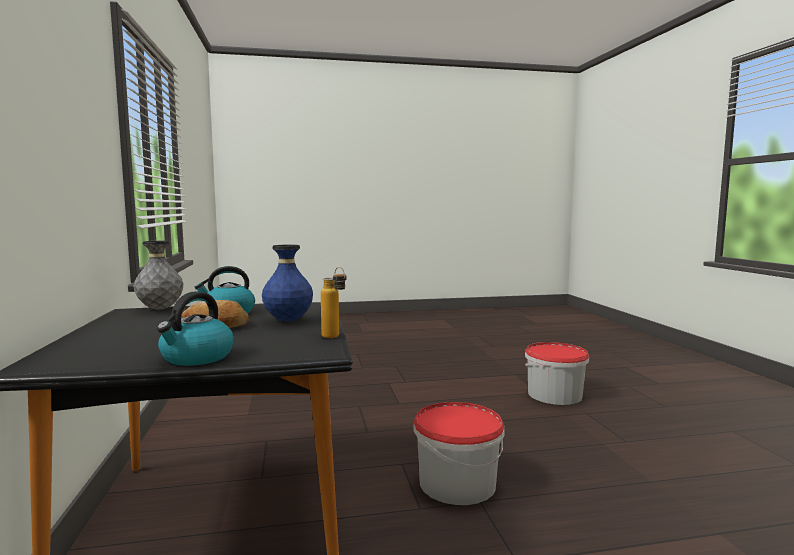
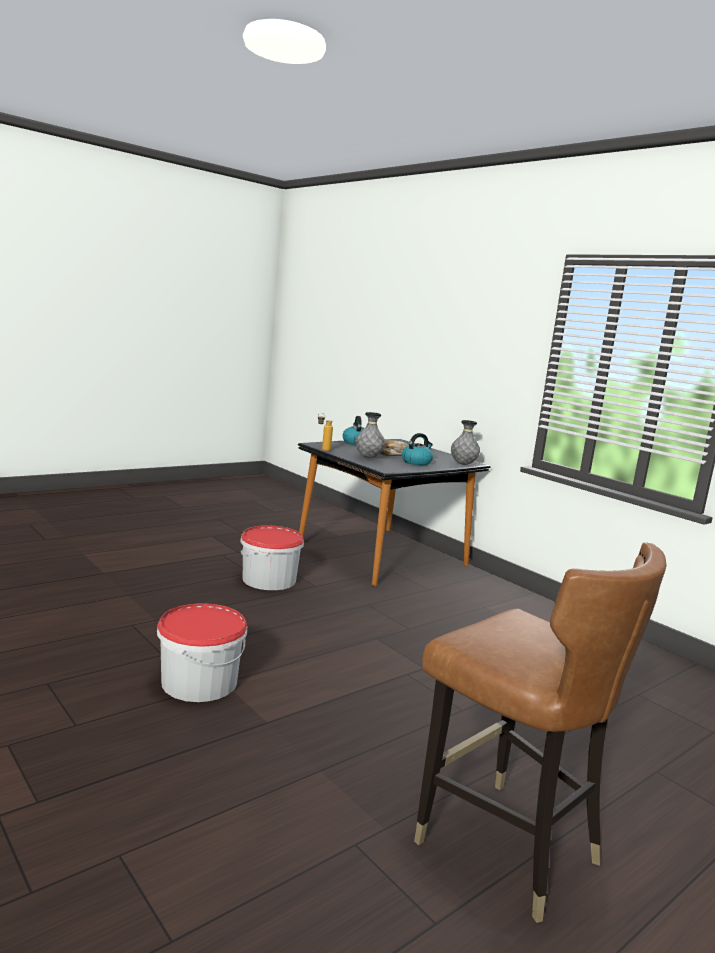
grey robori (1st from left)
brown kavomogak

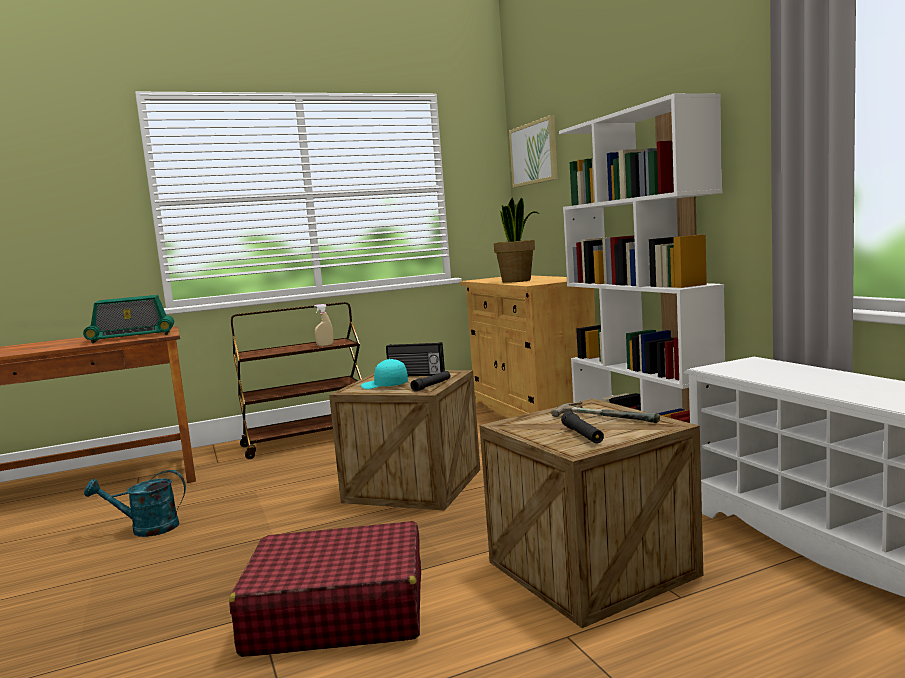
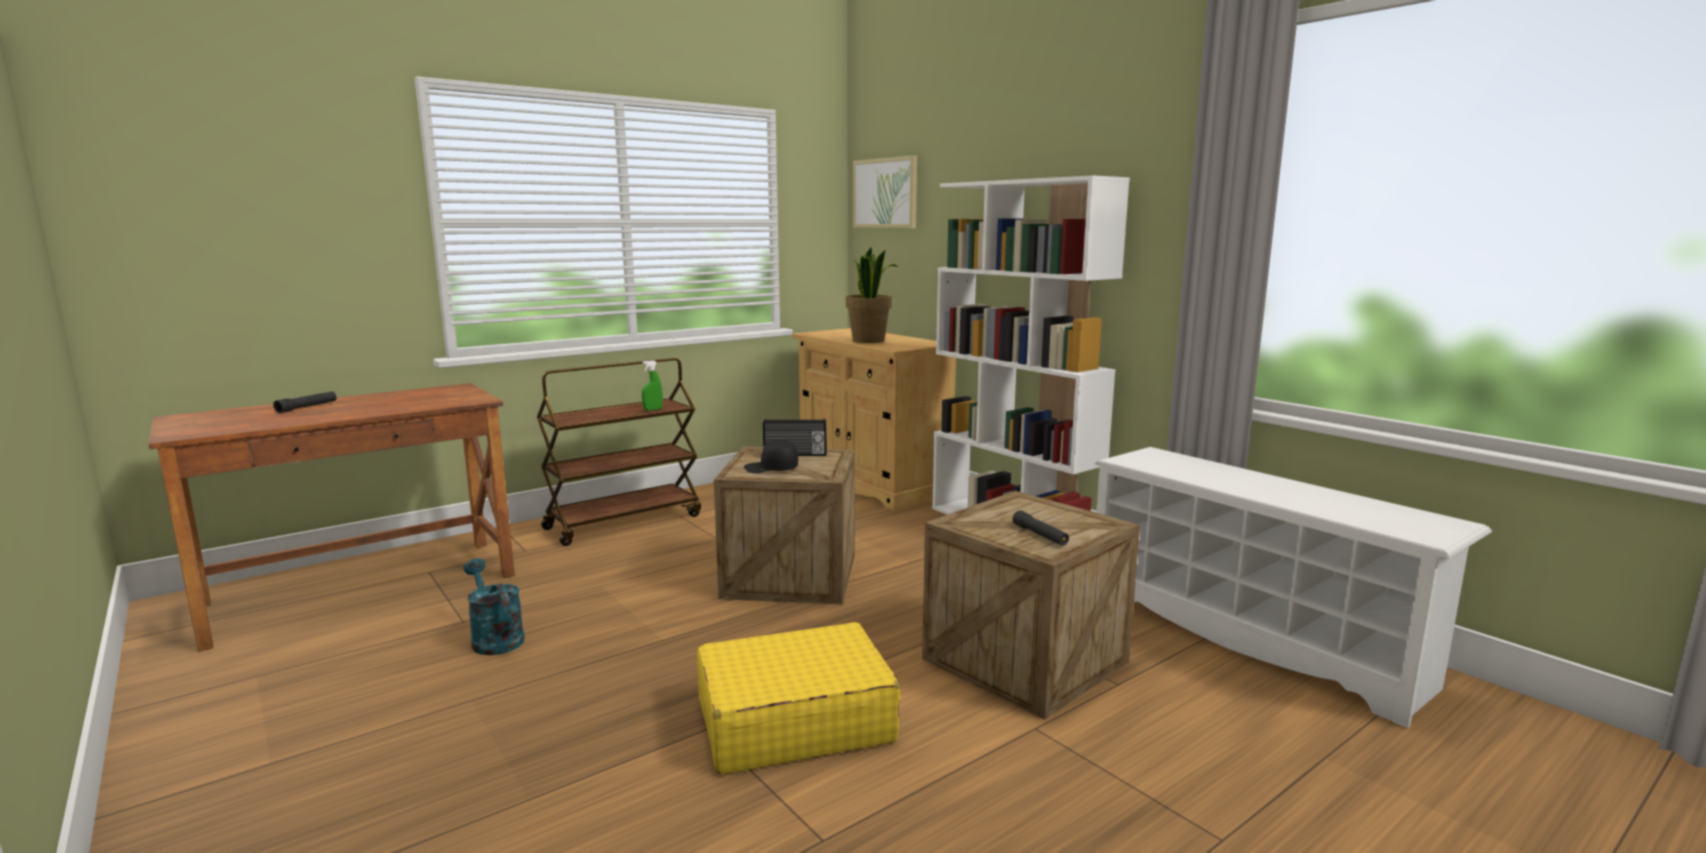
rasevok (1st from left in the first image)
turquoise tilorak
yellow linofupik
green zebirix
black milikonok
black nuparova (1st from left)
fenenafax

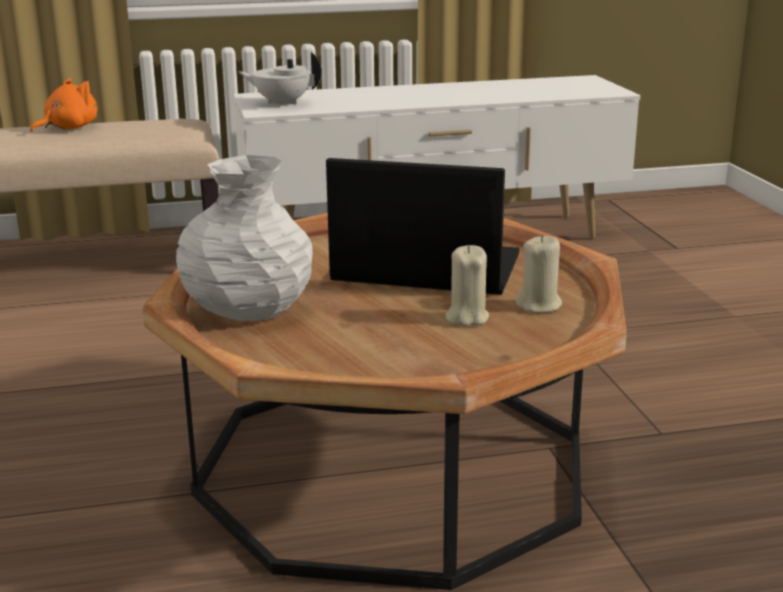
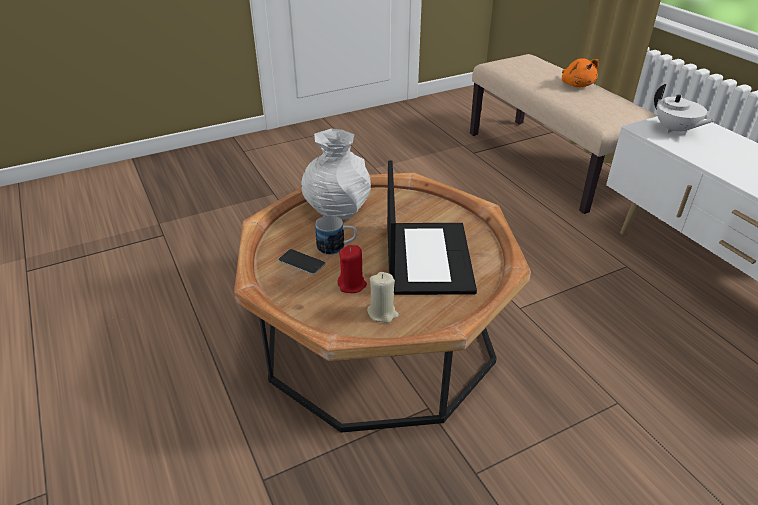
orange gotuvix
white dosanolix
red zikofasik
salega
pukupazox

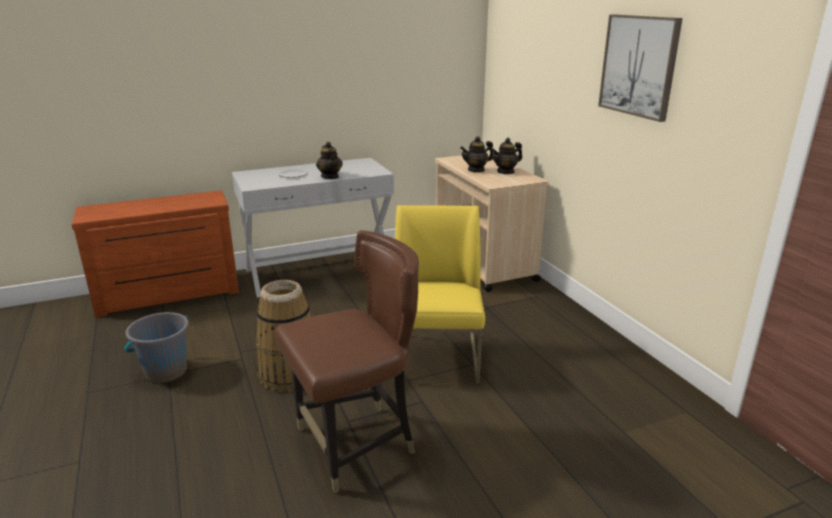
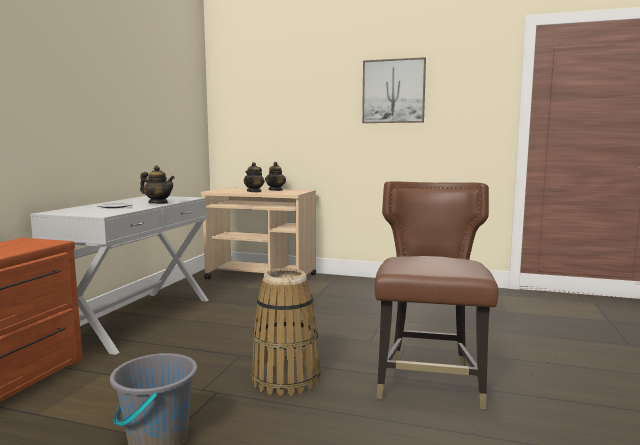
yellow kavomogak

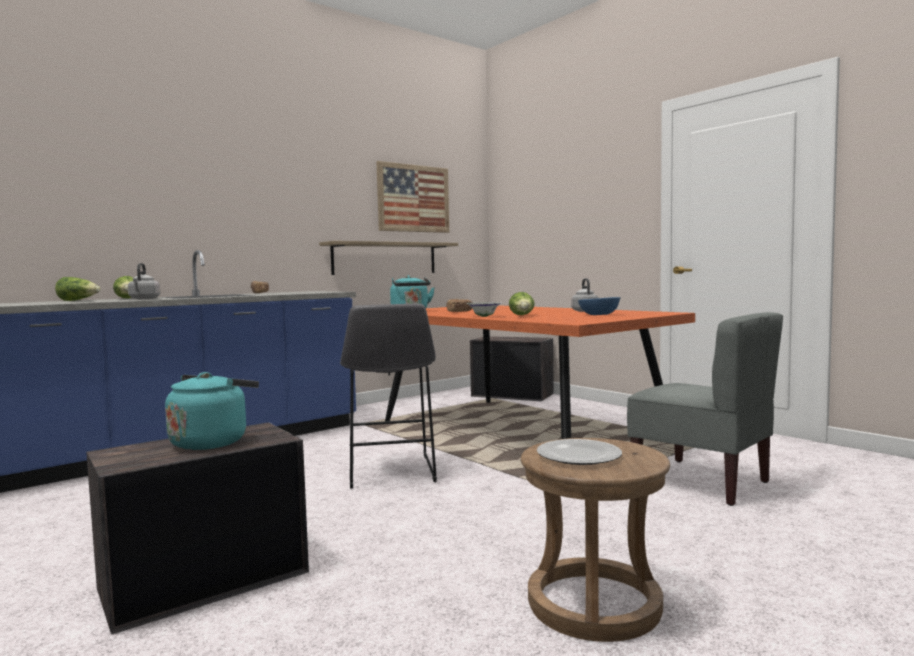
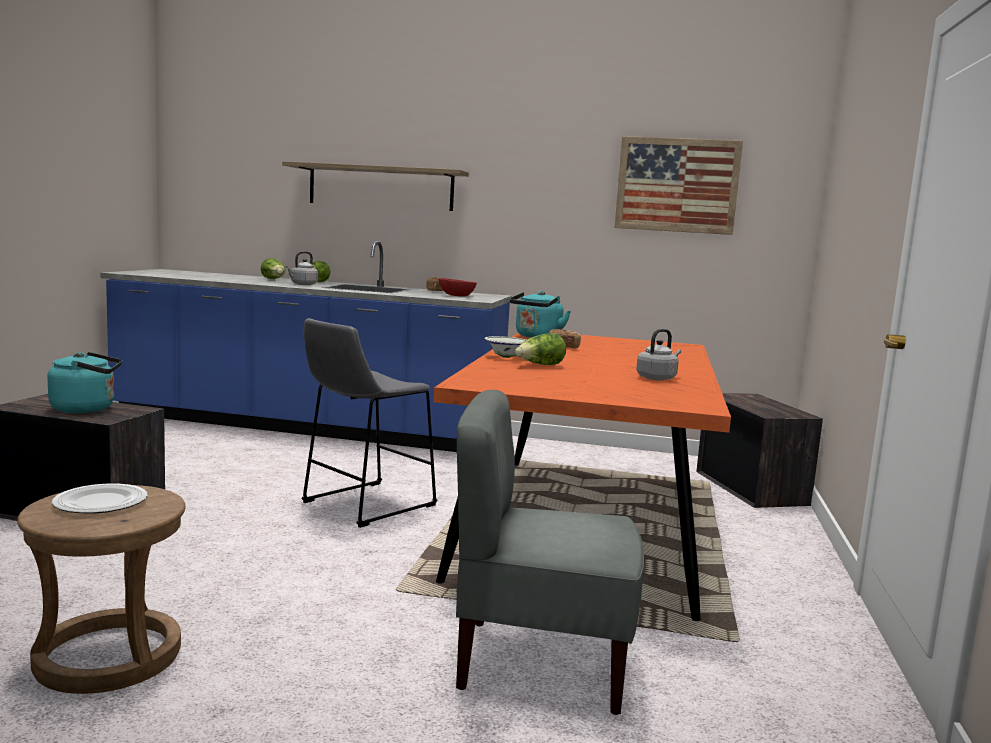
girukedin
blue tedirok
grey kavomogak
red tedirok

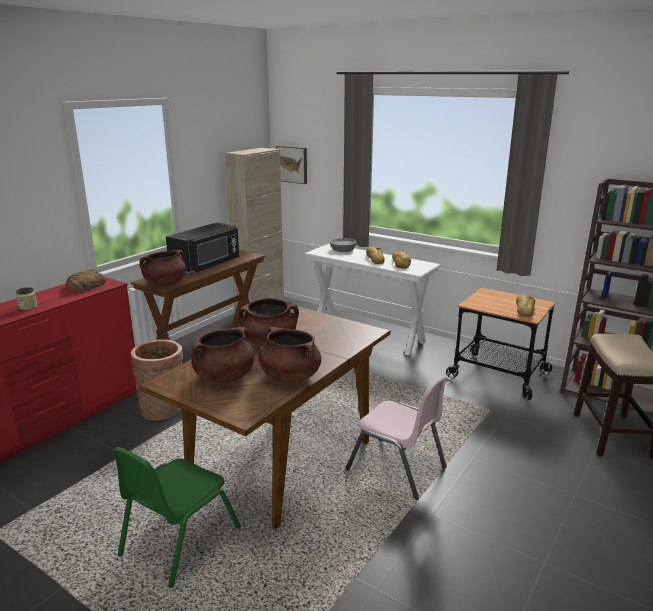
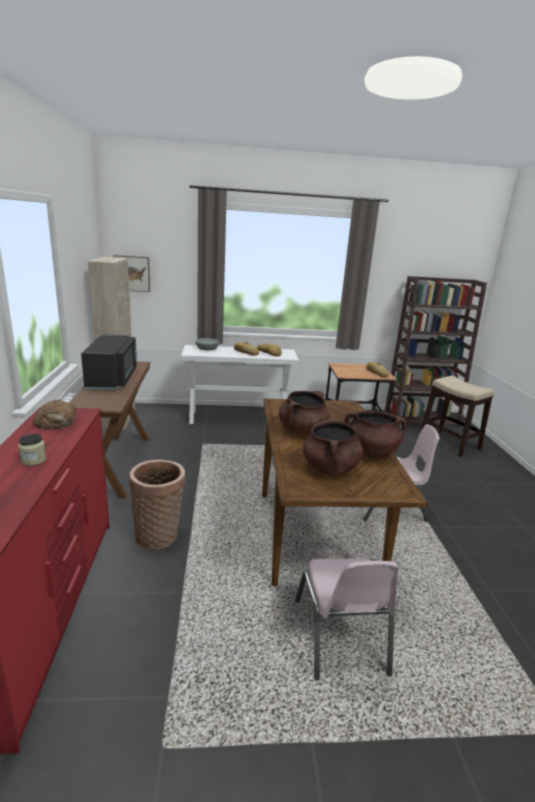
pink kavomogak (1st from left)
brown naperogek (1st from left in the first image)

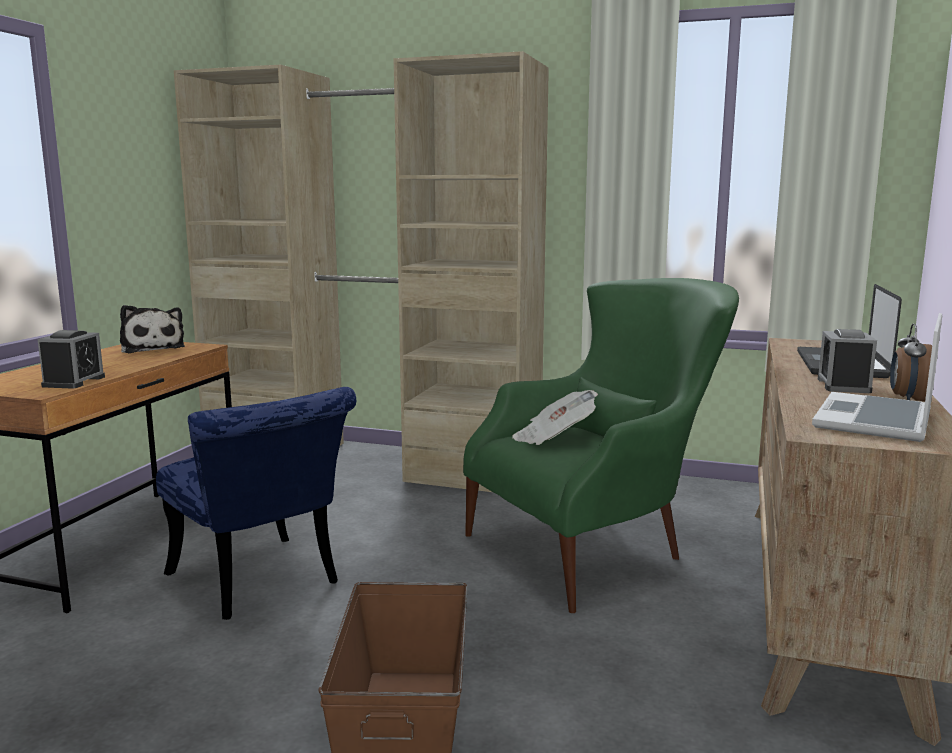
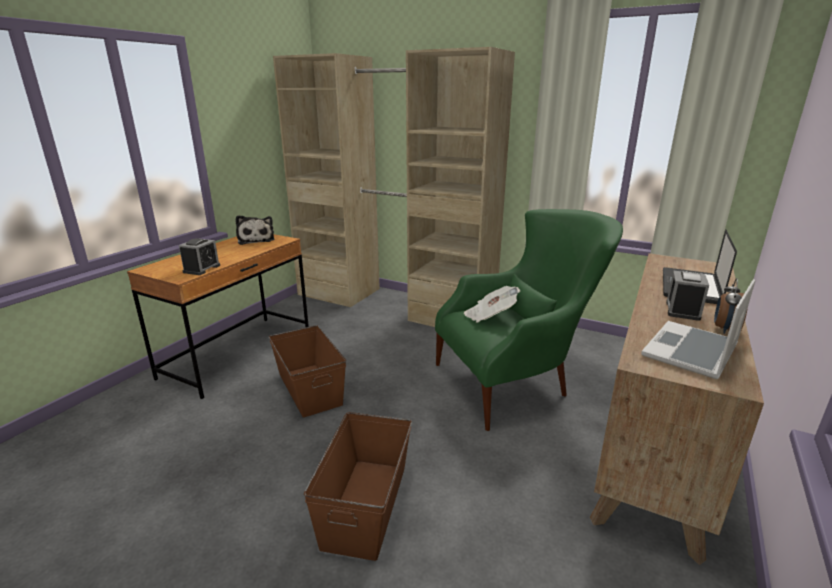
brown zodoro (1st from left)

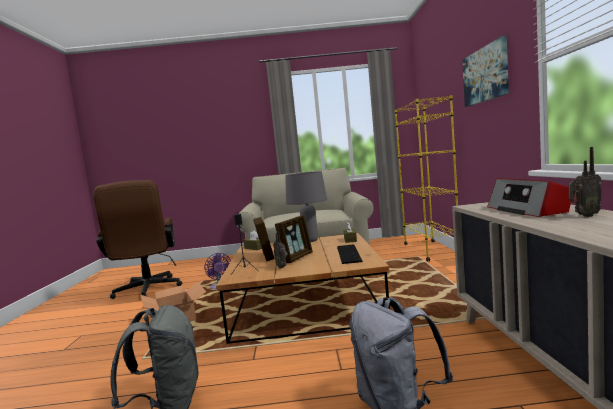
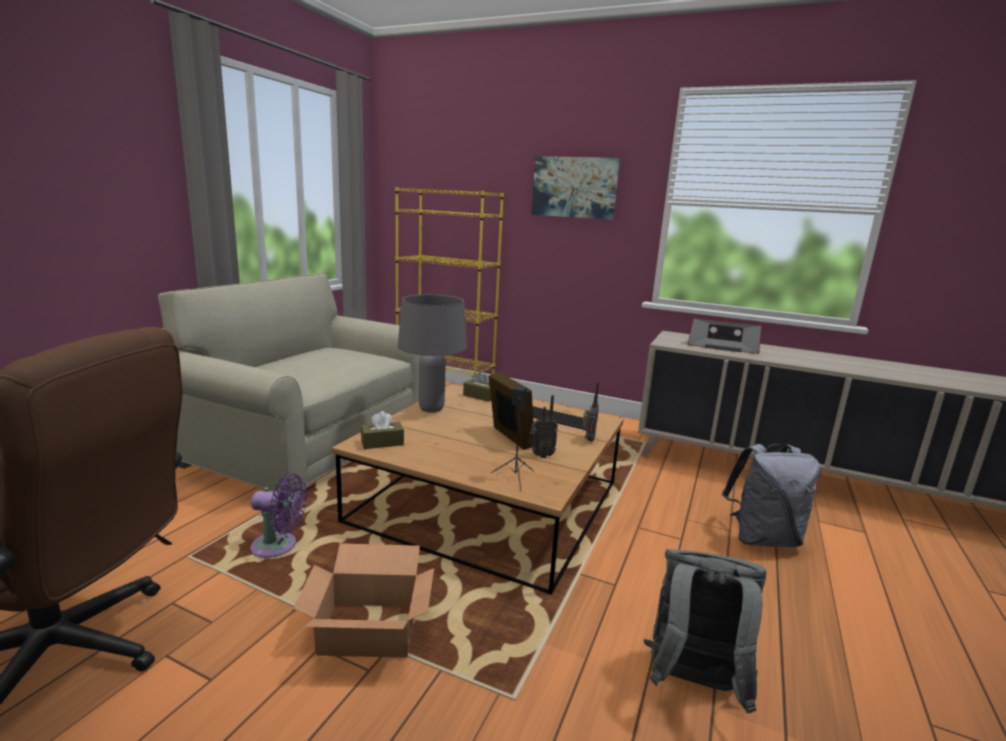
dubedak (1st from left in the first image)
rasevok (2nd from left)

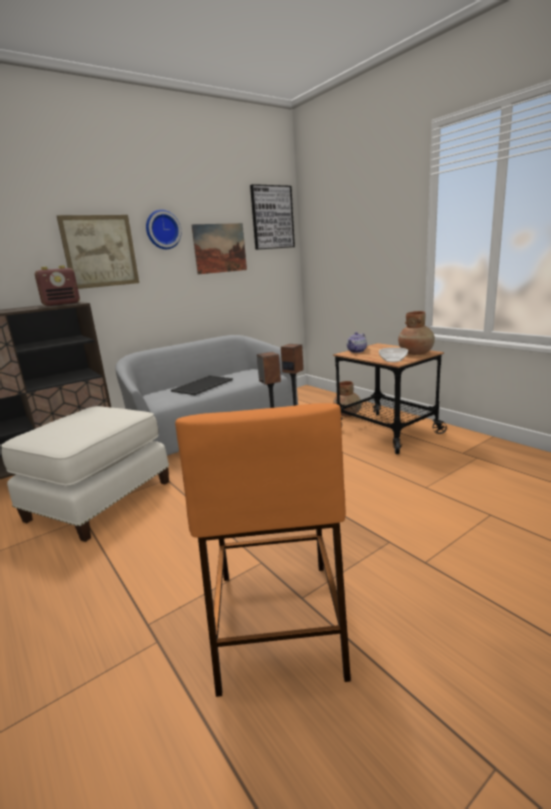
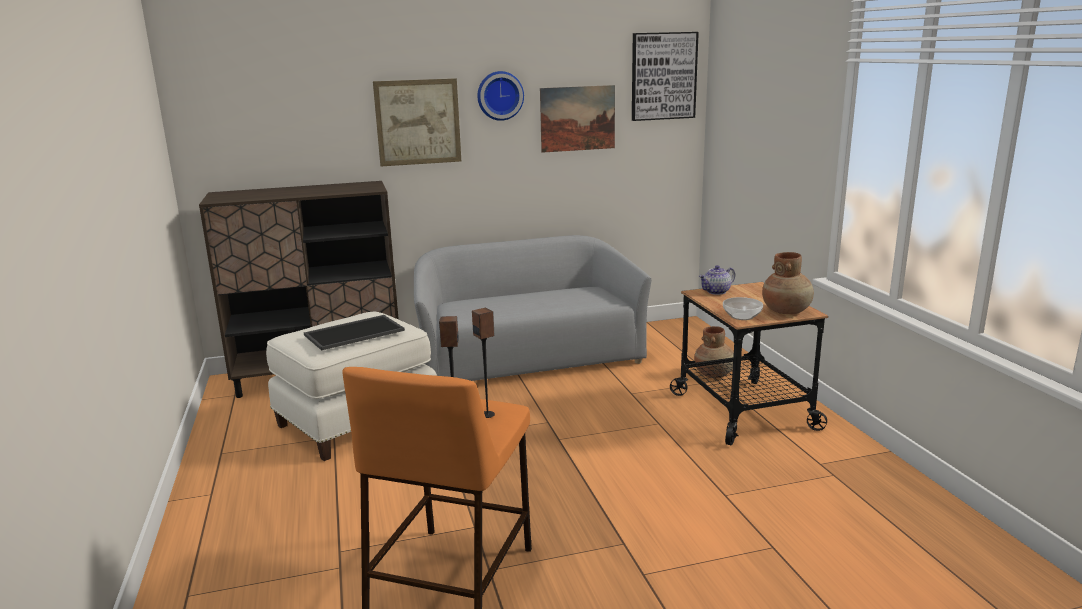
rasevok
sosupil

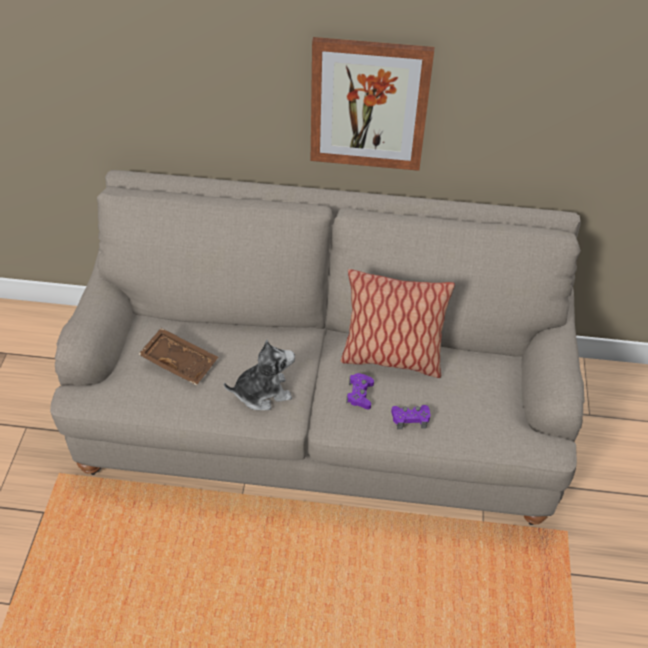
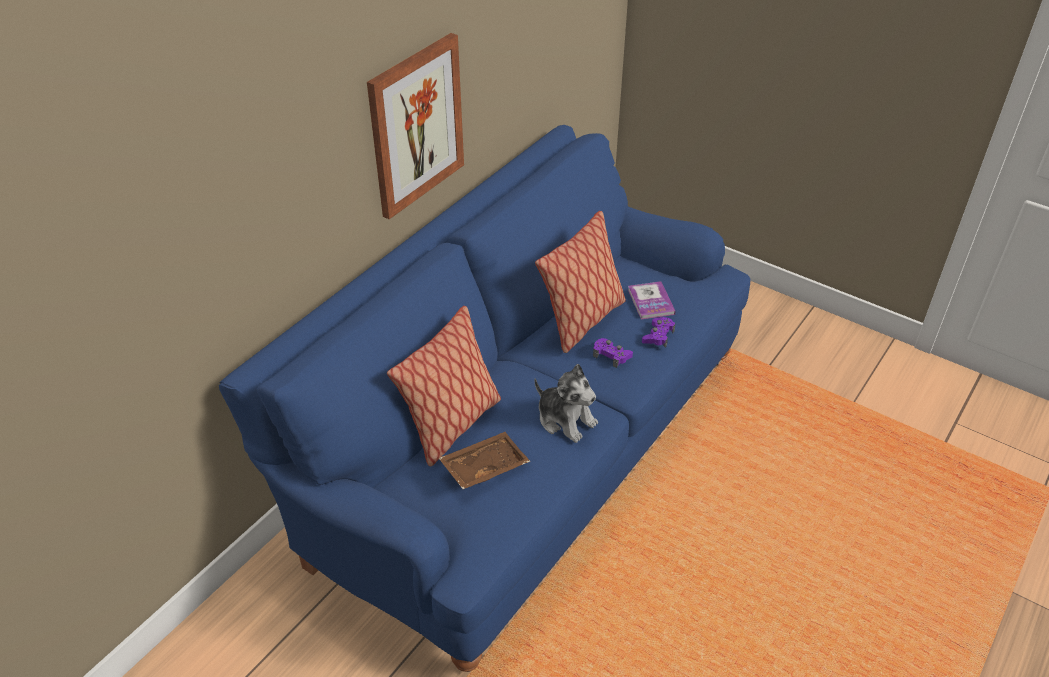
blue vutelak
gotuvix
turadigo (1st from left)
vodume

